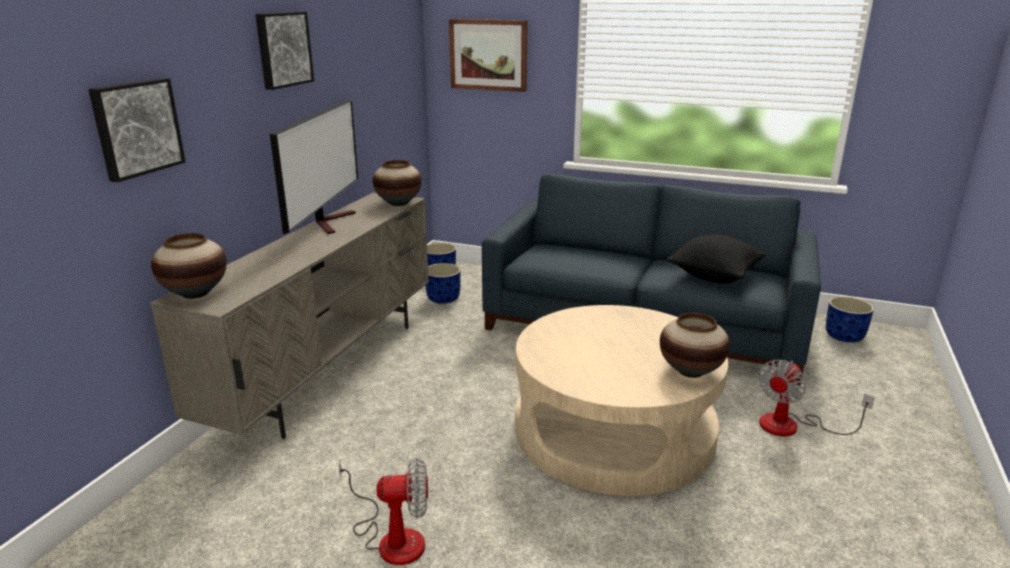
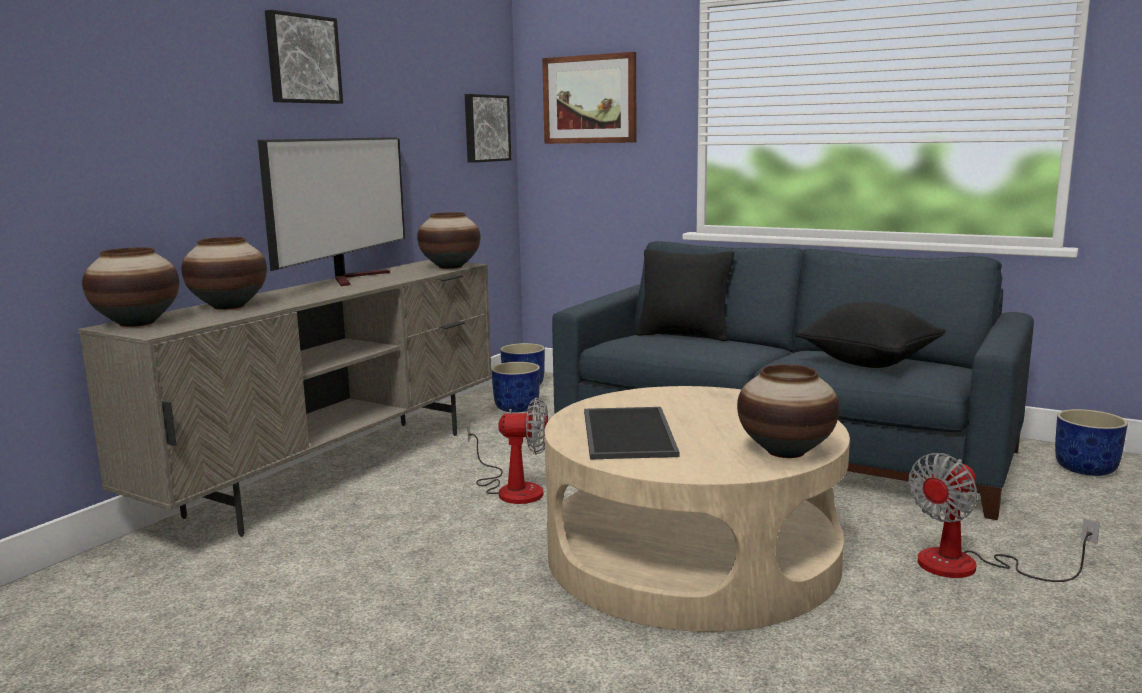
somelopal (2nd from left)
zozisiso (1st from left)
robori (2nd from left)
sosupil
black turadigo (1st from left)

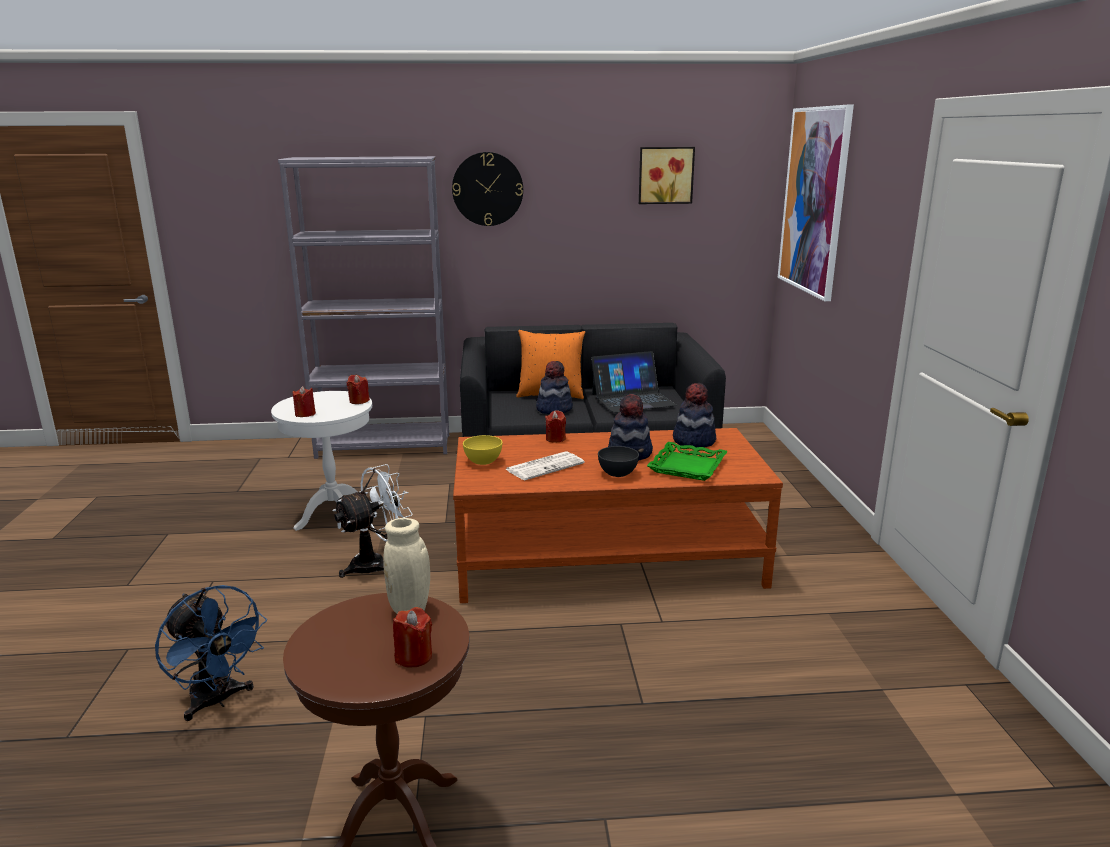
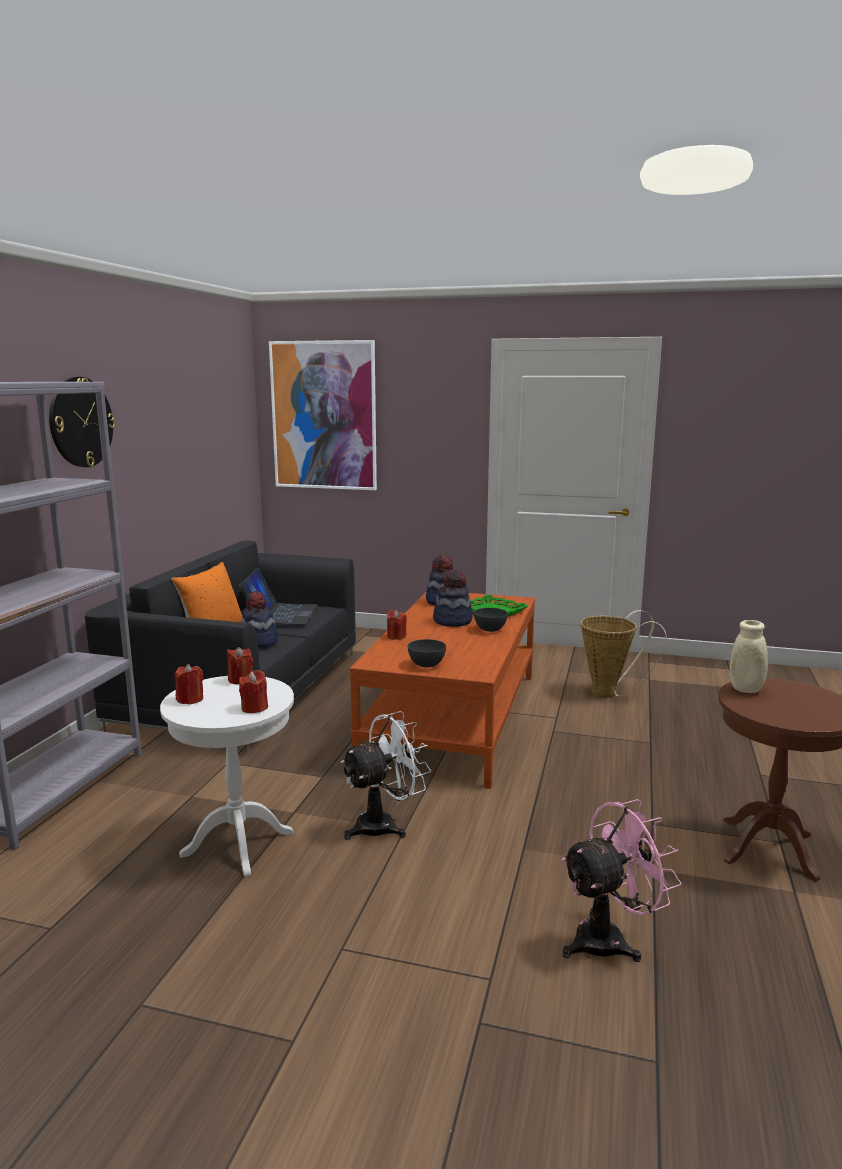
pink zozisiso
white zozisiso
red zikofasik (1st from left)
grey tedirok (1st from left)
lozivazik
somelopal (1st from left in the first image)
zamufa

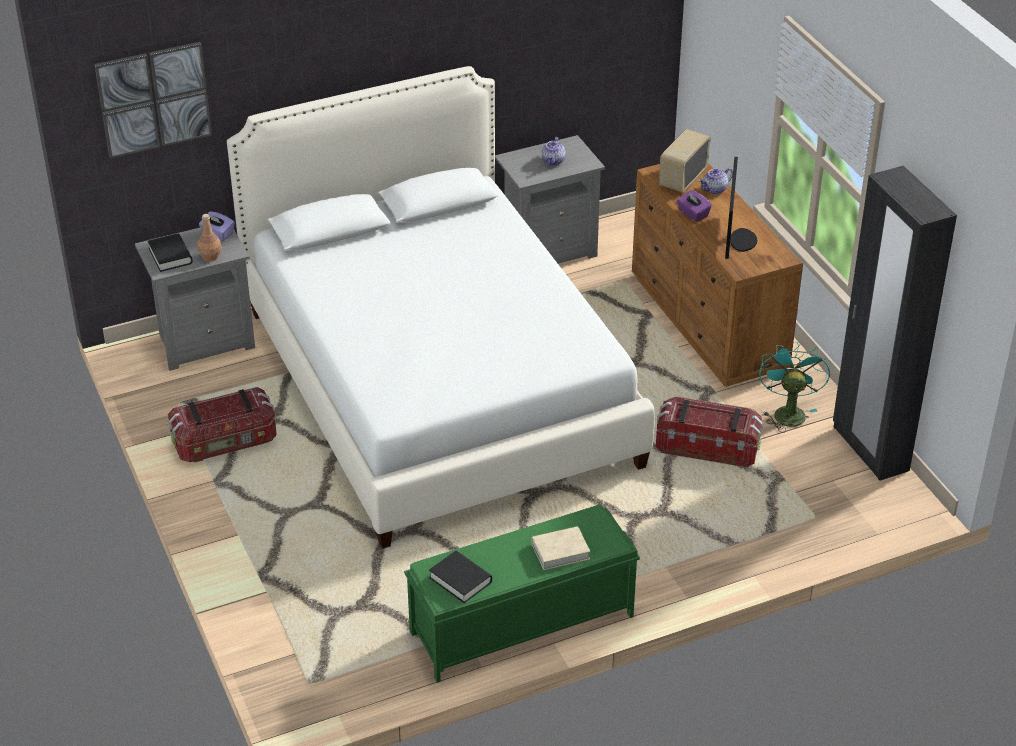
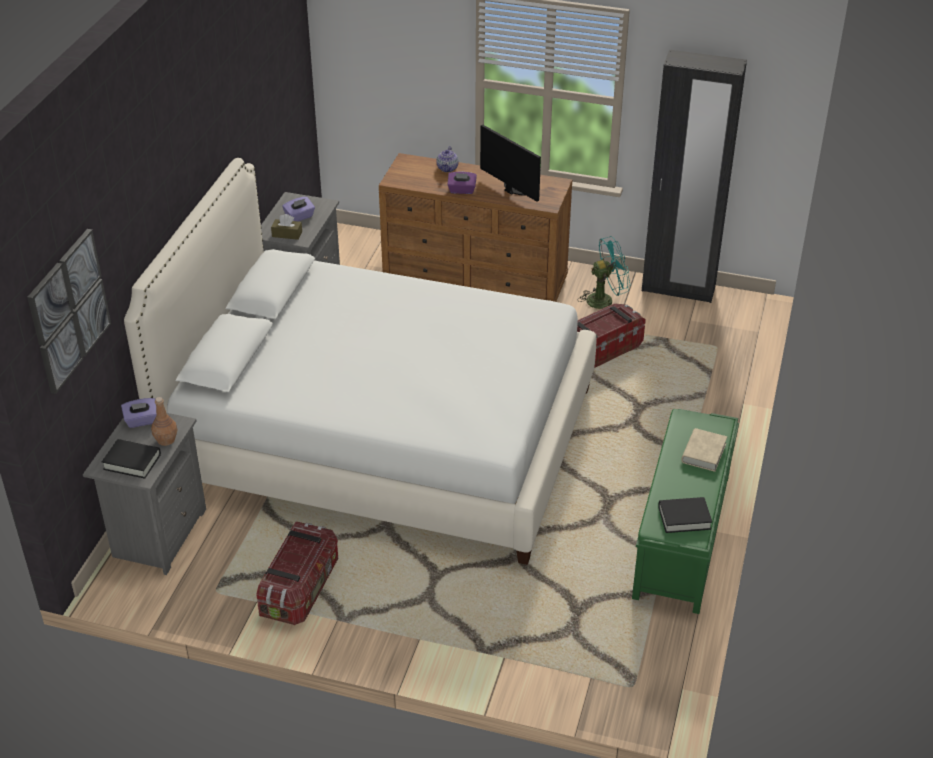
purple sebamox (2nd from left)
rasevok
turquoise zozisiso
brown sebamox

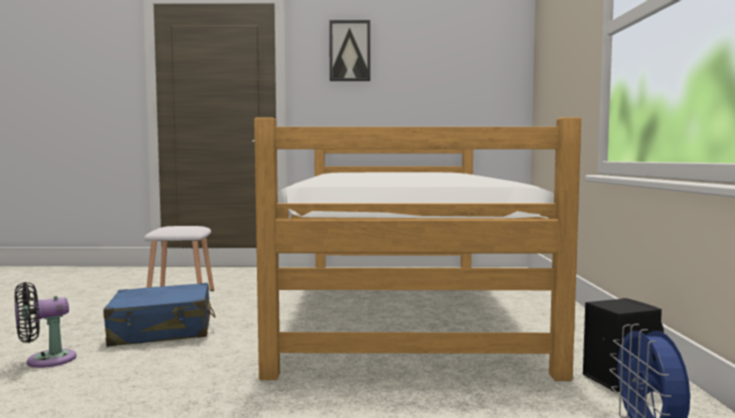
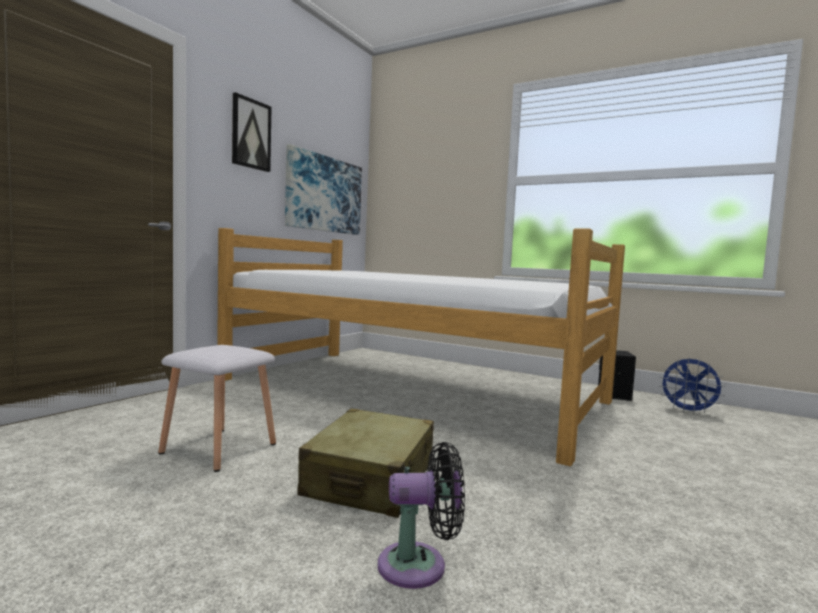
black zozisiso
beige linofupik
somelopal (2nd from left)

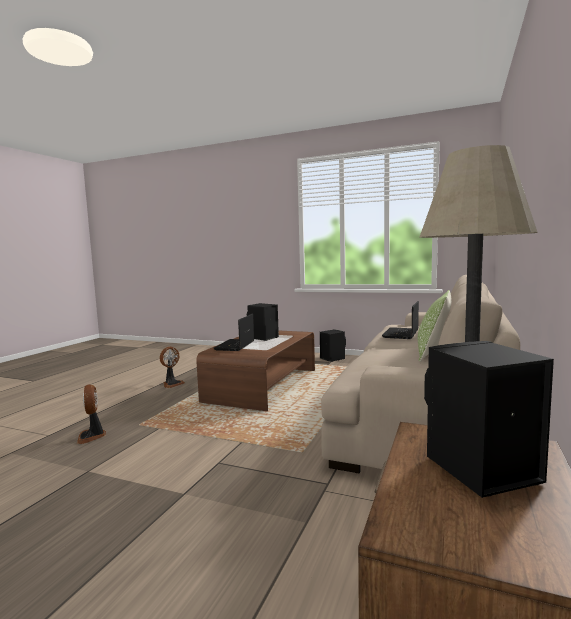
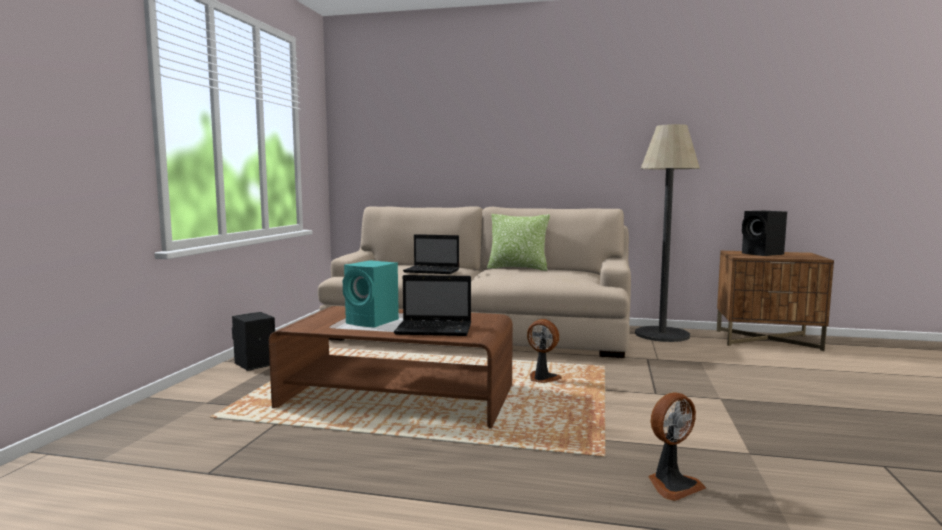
zozisiso (1st from left)
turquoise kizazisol

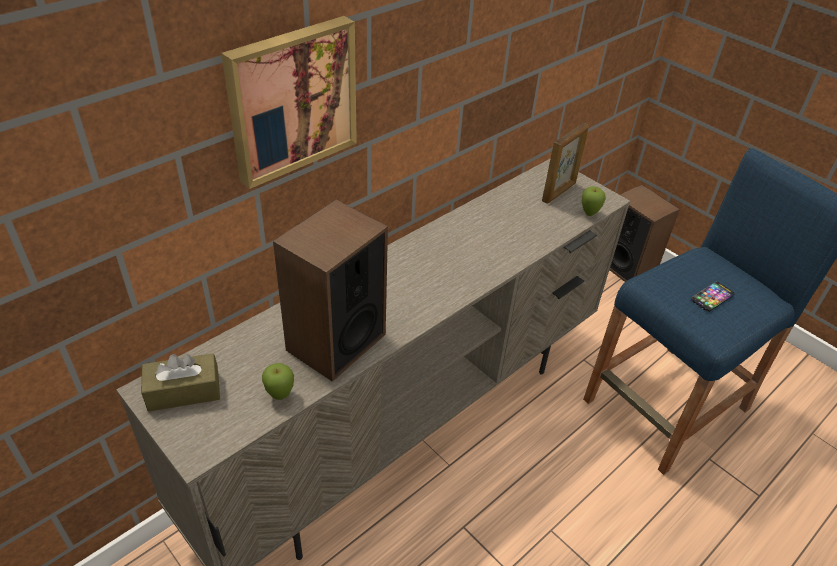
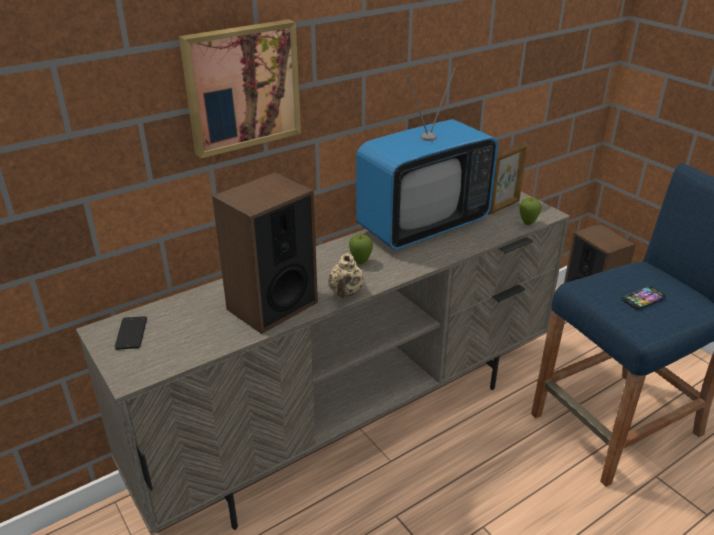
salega (1st from left)
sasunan (1st from left)
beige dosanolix
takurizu

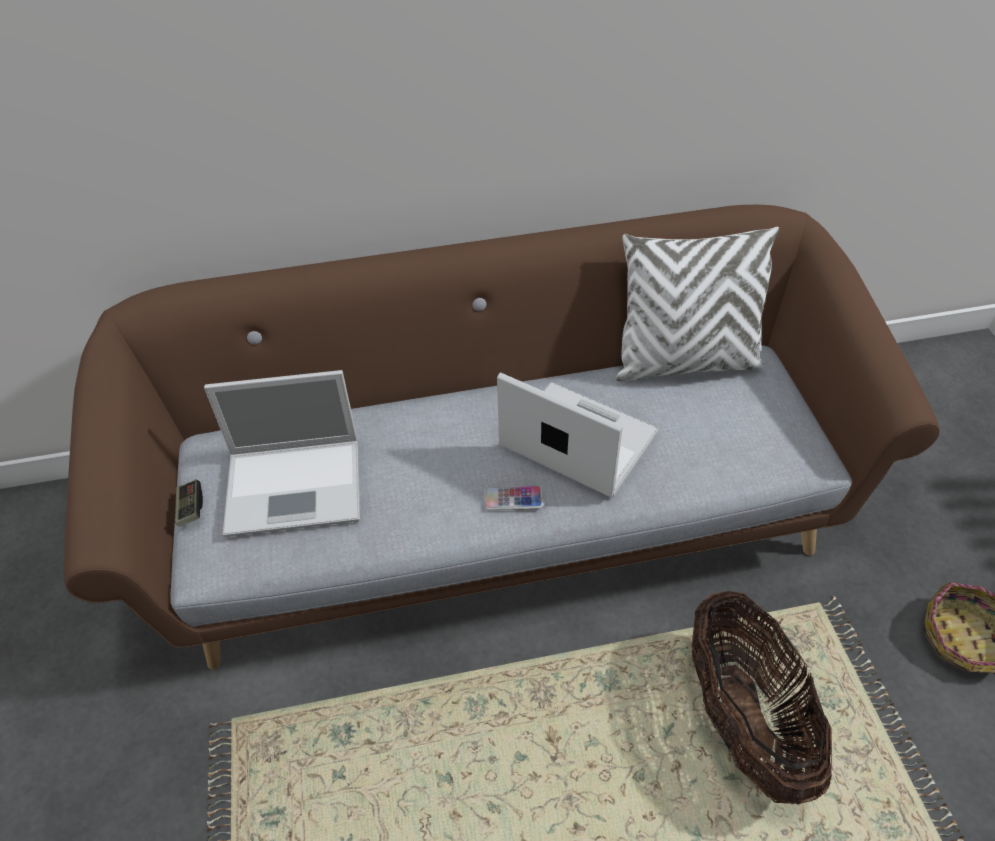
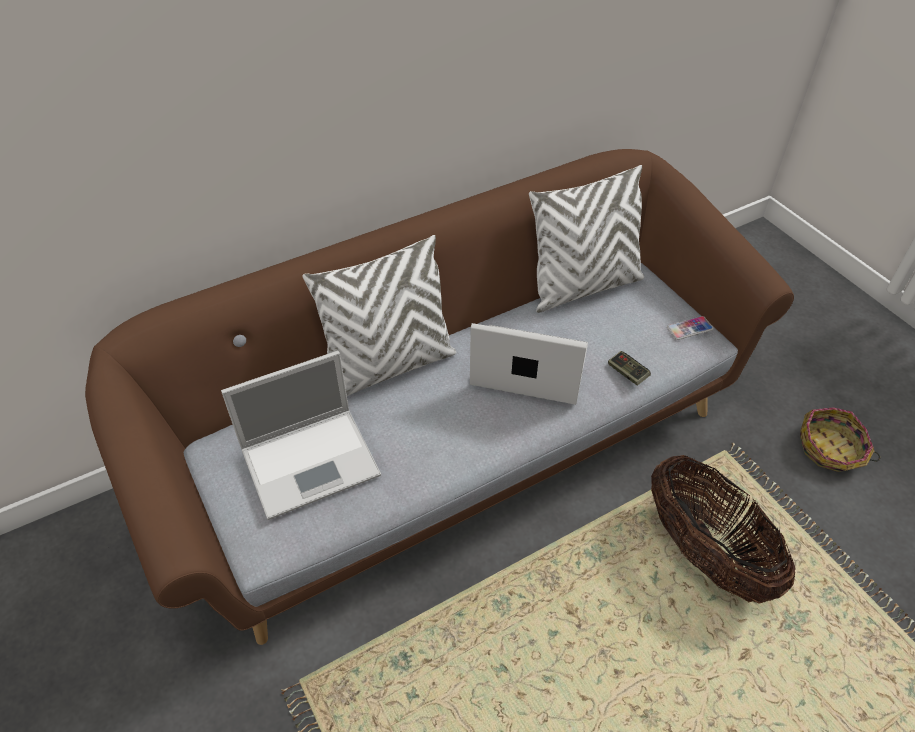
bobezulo
salega
white turadigo (1st from left)

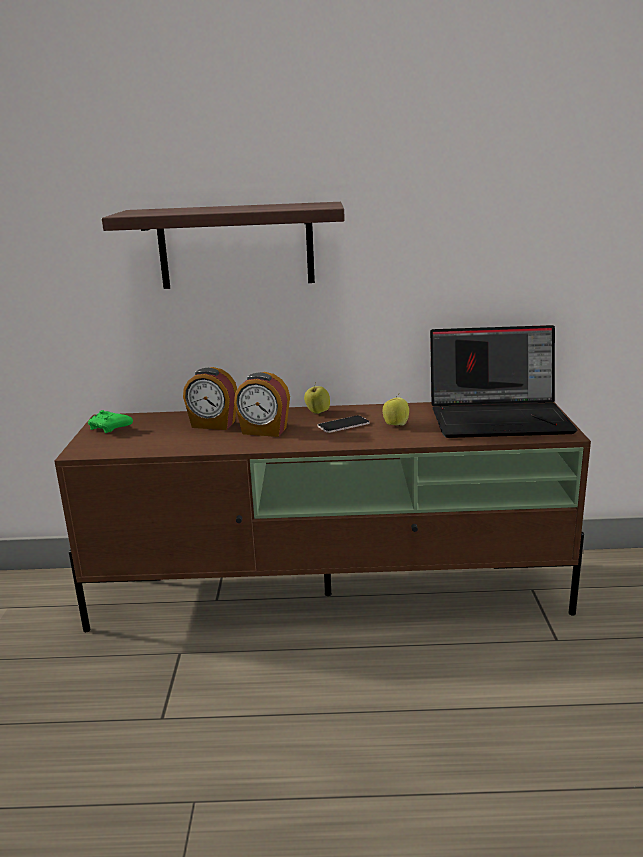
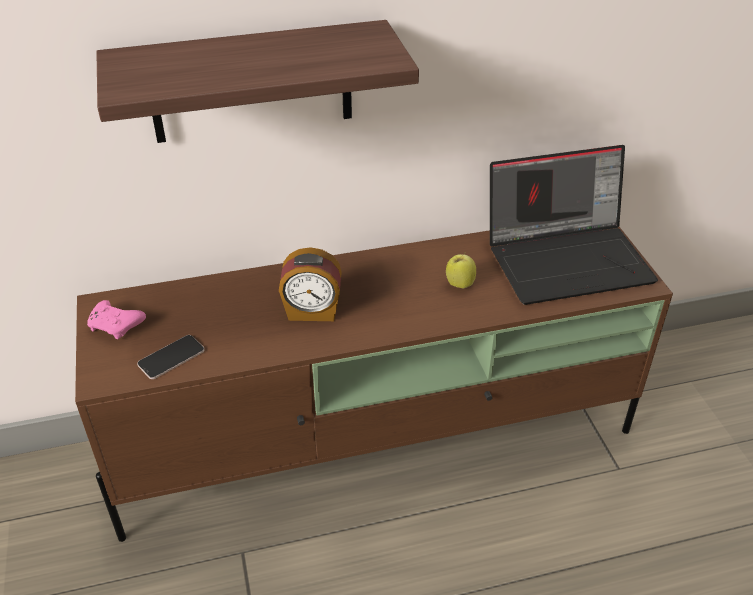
pink bobezulo
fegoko (1st from left in the first image)
sasunan (1st from left in the first image)
salega

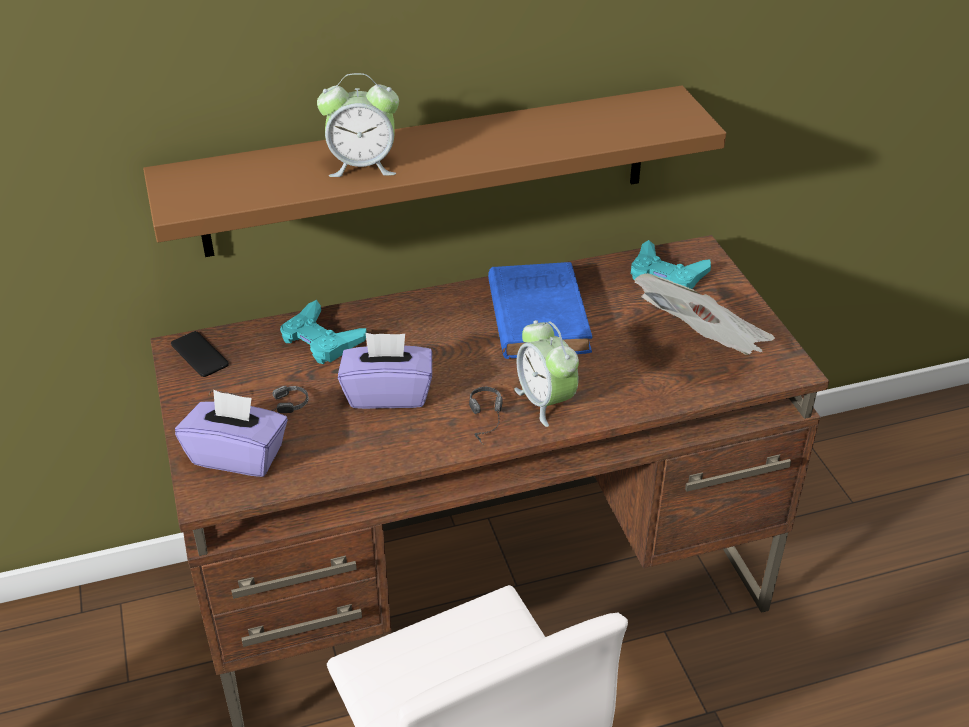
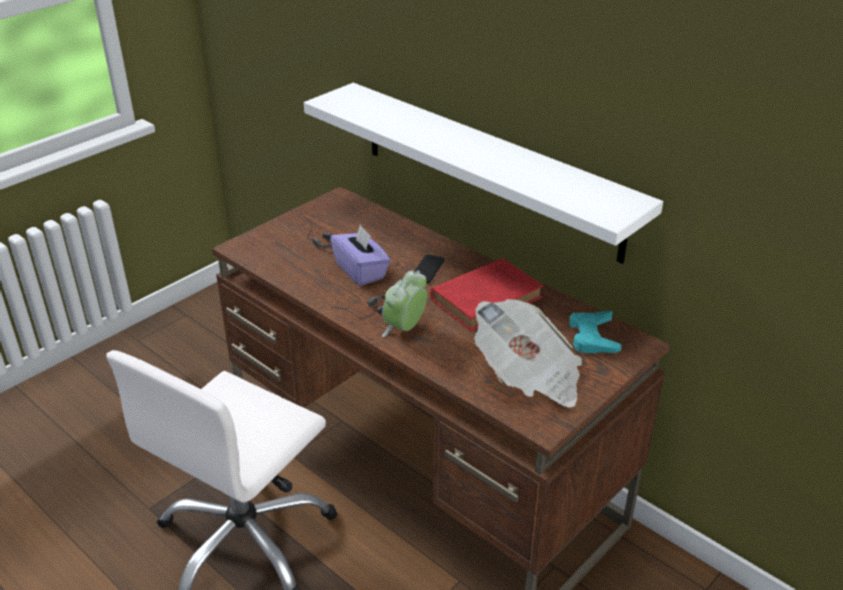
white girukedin
salega
purple sebamox (1st from left in the first image)
turquoise bobezulo (1st from left in the first image)
fegoko (1st from left in the first image)
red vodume

